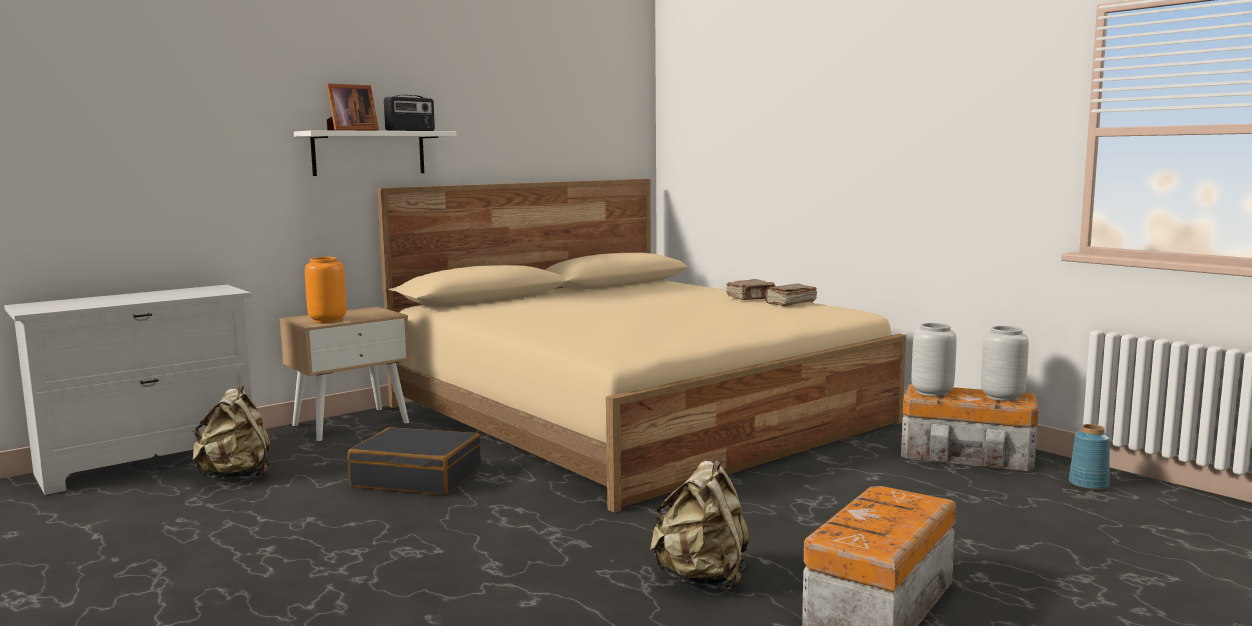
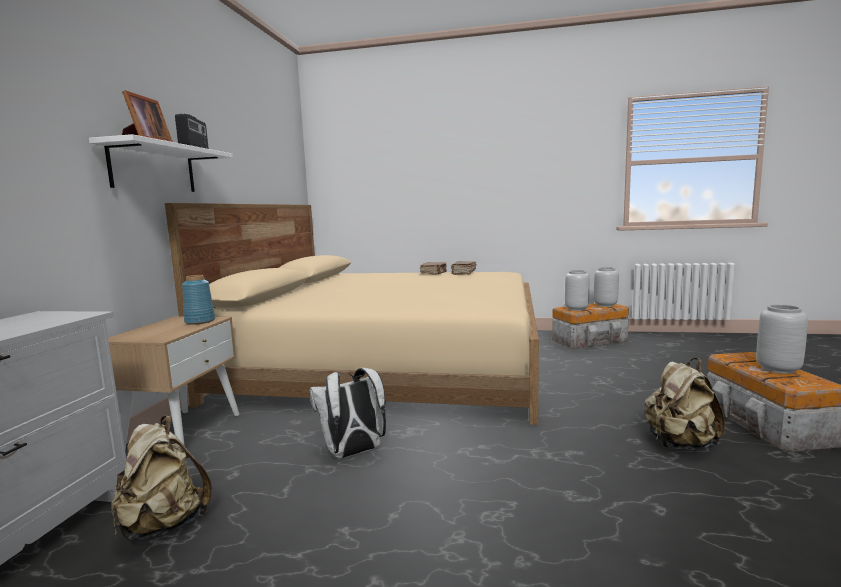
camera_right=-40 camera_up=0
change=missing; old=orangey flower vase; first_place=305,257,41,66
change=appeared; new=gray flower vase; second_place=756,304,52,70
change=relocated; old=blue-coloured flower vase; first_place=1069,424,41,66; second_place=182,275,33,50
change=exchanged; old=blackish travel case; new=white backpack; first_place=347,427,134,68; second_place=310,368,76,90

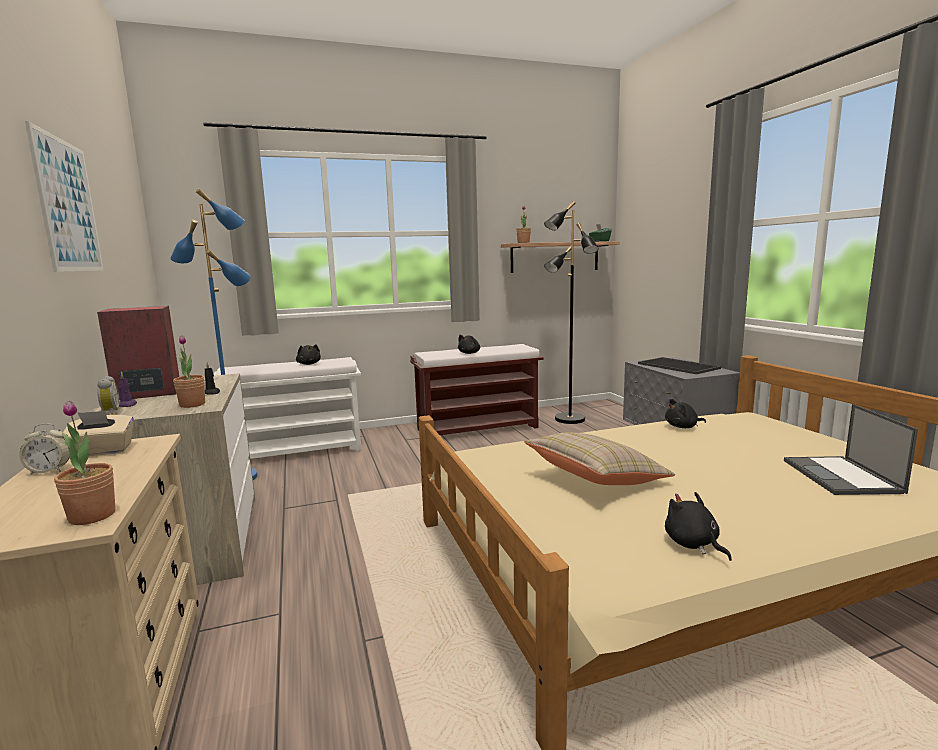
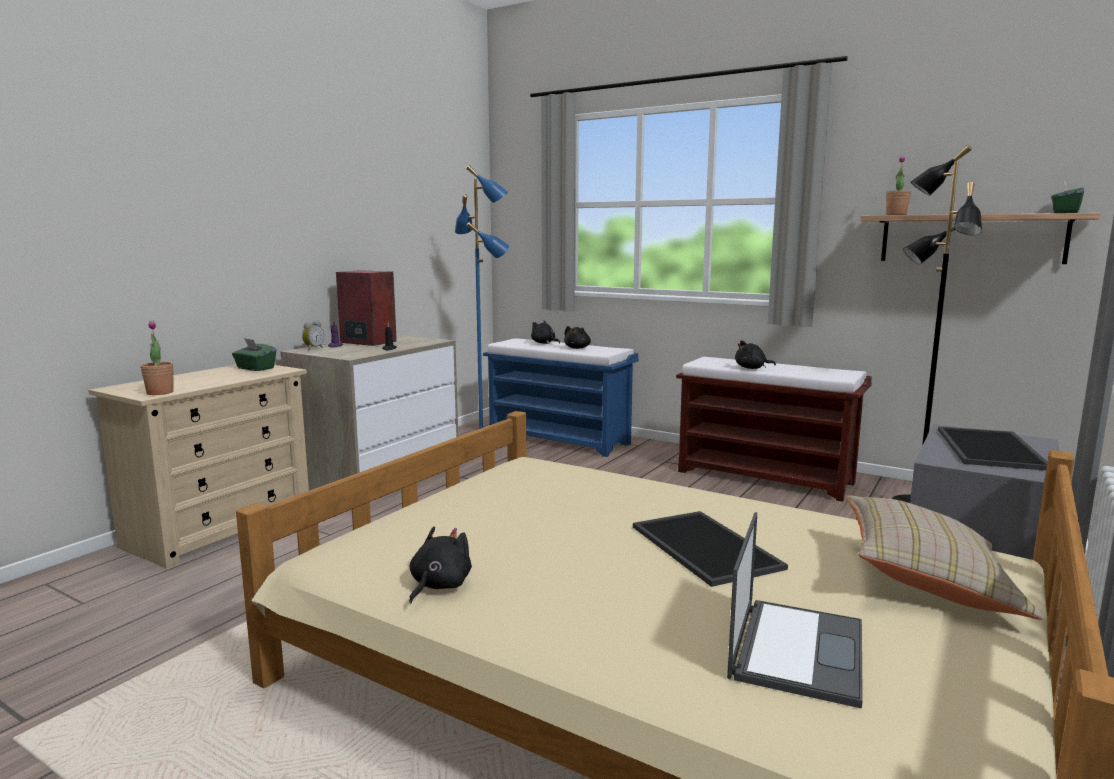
camera_right=50 camera_up=0
change=missing; old=table clock; first_place=19,423,51,52
change=missing; old=wall art; first_place=25,121,79,151
change=missing; old=houseplant; first_place=173,336,32,72
change=appeared; new=carrying tray; second_place=633,511,155,76
change=relocated; old=beige pillow; first_place=524,432,151,53; second_place=846,495,198,125
change=relocated; old=blackish plush toy; first_place=665,399,41,29; second_place=531,320,29,24
change=colour; old=beige tissue holder; new=green-coloured tissue holder; first_place=63,411,71,46; second_place=232,338,44,33
change=colour; old=white long seat; new=blue-coloured long seat; first_place=213,357,149,102; second_place=483,338,156,119
change=spun; old=notebook computer; first_place=784,404,134,91; second_place=727,512,136,197; degrees=150

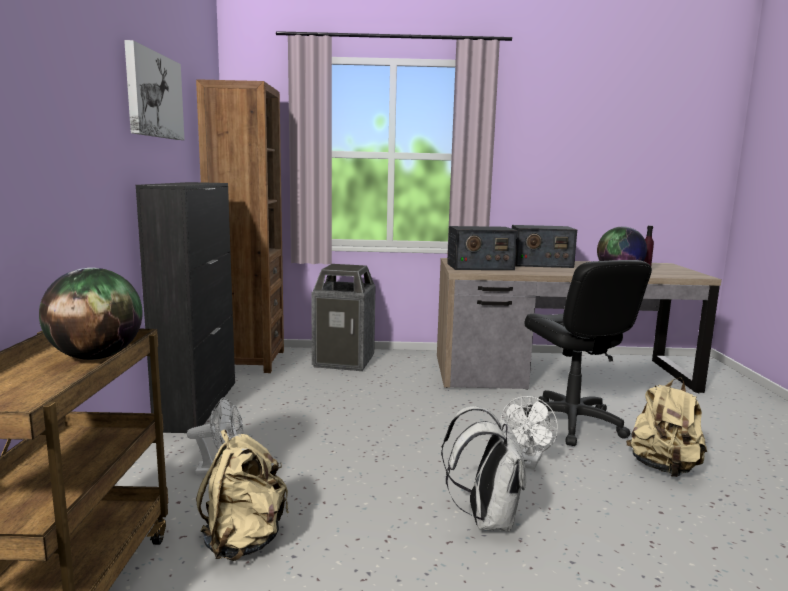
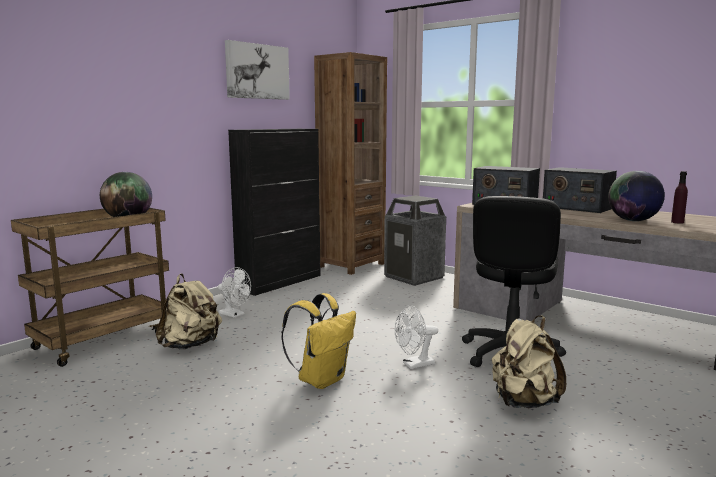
camera_right=40 camera_up=0
change=colour; old=white backpack; new=yellow-coloured backpack; first_place=441,406,85,126; second_place=281,293,75,96

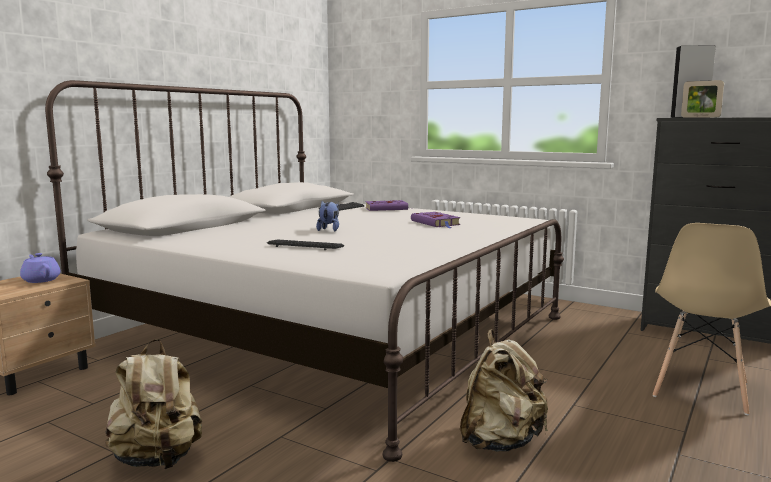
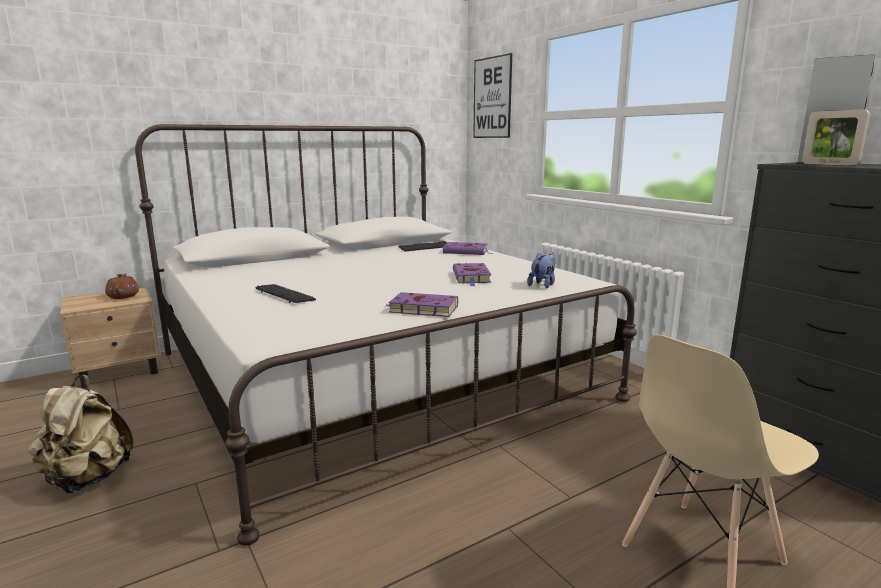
camera_right=25 camera_up=5
change=missing; old=beige backpack; first_place=460,329,88,123
change=appeared; new=purplish bound book; second_place=386,292,72,25
change=appeared; new=wall art; second_place=473,53,39,85
change=relocated; old=plush toy; first_place=316,201,23,30; second_place=527,253,29,35
change=colour; old=purplish pot for tea; new=brownish pot for tea; first_place=20,253,41,30; second_place=105,273,34,26

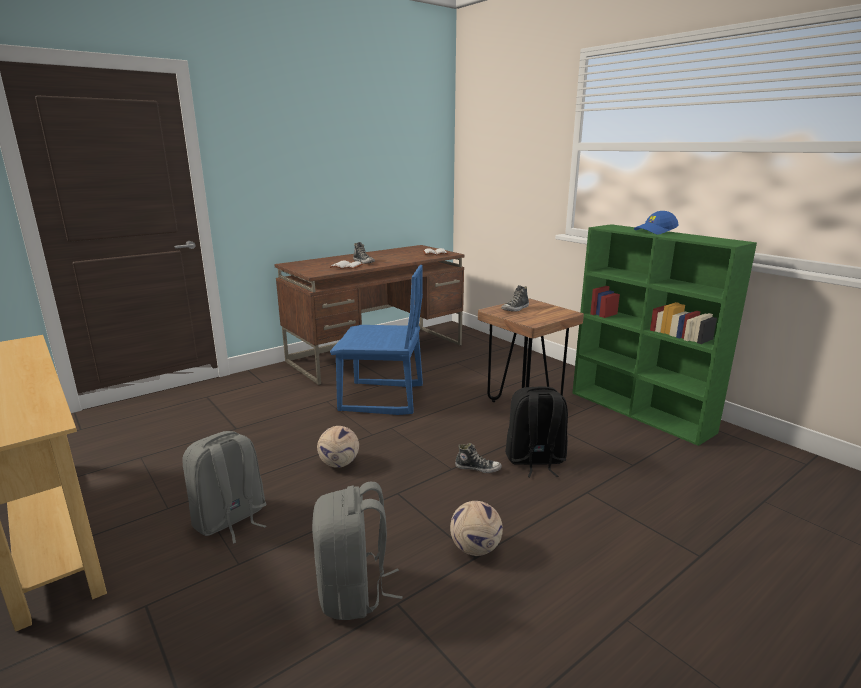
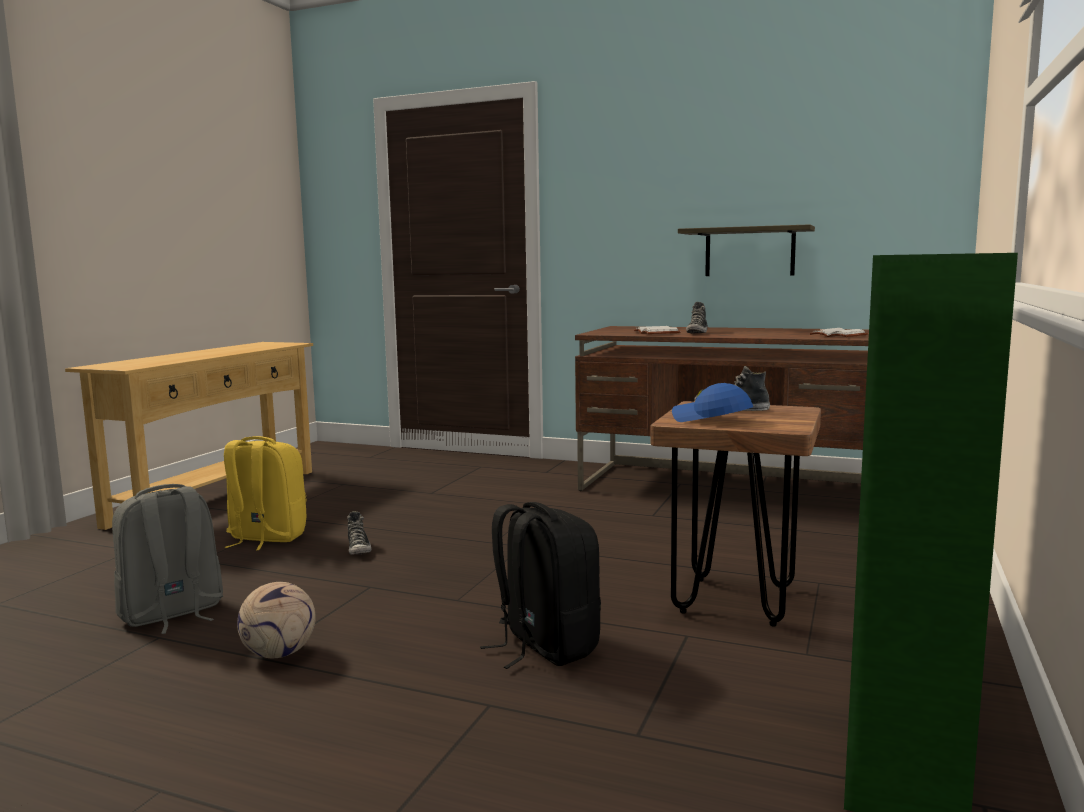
camera_right=60 camera_up=-10
change=missing; old=ball for football; first_place=317,426,42,42
change=missing; old=blue-coloured plain chair; first_place=330,265,93,150
change=appeared; new=shelf; second_place=678,224,137,52
change=relocated; old=low shoe; first_place=455,443,47,30; second_place=347,511,24,44
change=relocated; old=blue-coloured cap; first_place=634,211,45,24; second_place=672,383,81,39
change=colour; old=gray backpack; new=yellow-coloured backpack; first_place=182,431,84,113; second_place=224,436,82,114

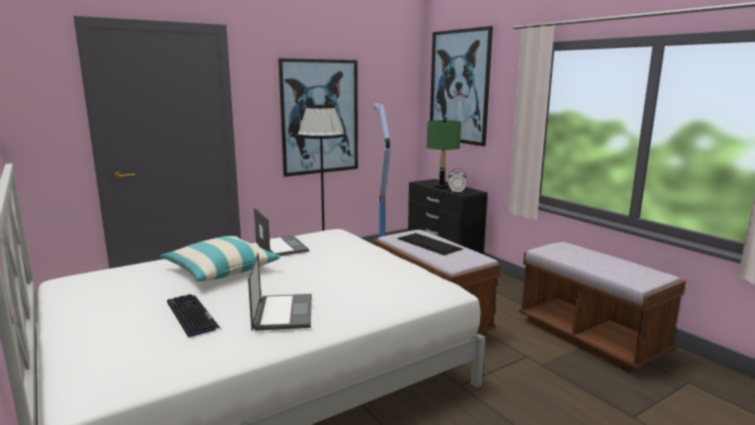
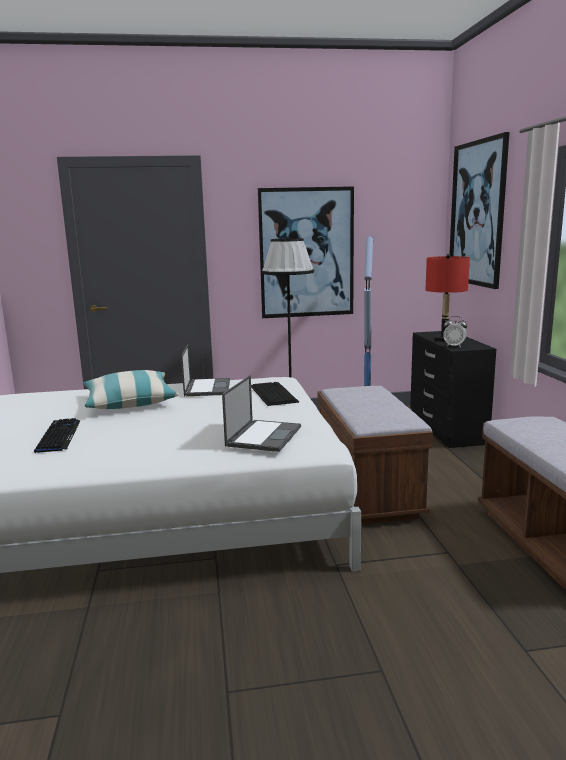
camera_right=25 camera_up=0
change=relocated; old=notebook computer; first_place=248,253,64,78; second_place=222,375,79,77
change=relocated; old=computer keyboard; first_place=397,233,66,22; second_place=251,382,48,24
change=colour; old=green-coloured table lamp; new=reddish table lamp; first_place=427,119,34,70; second_place=426,254,44,88

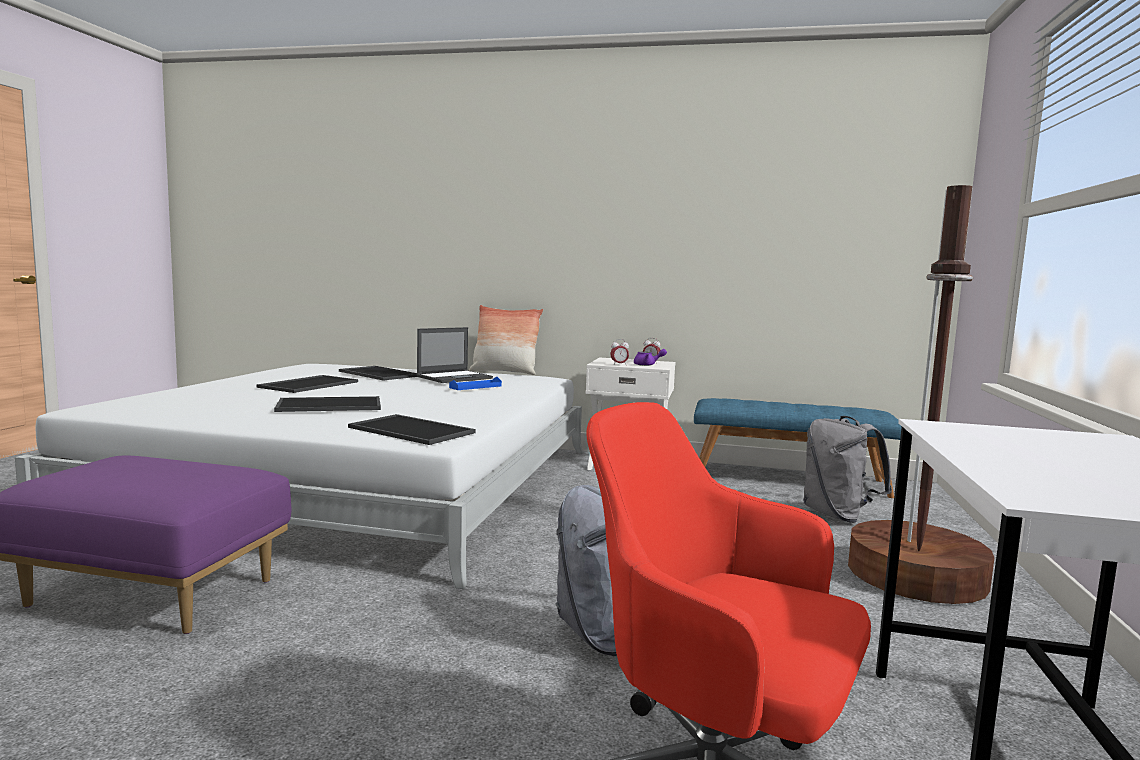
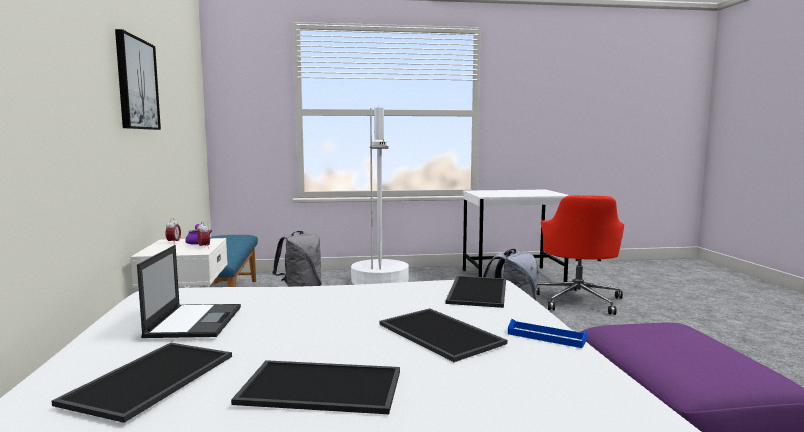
camera_right=-110 camera_up=0
change=missing; old=pillow; first_place=469,305,74,70
change=appeared; new=wall art; second_place=115,29,46,101
change=relocated; old=blue-coloured carrying tray; first_place=449,377,53,13; second_place=508,319,79,29
change=colour; old=brownish standard lamp; new=white standard lamp; first_place=848,185,146,419; second_place=351,108,58,177
change=spun; old=notebook computer; first_place=417,327,76,56; second_place=137,245,104,93; degrees=60

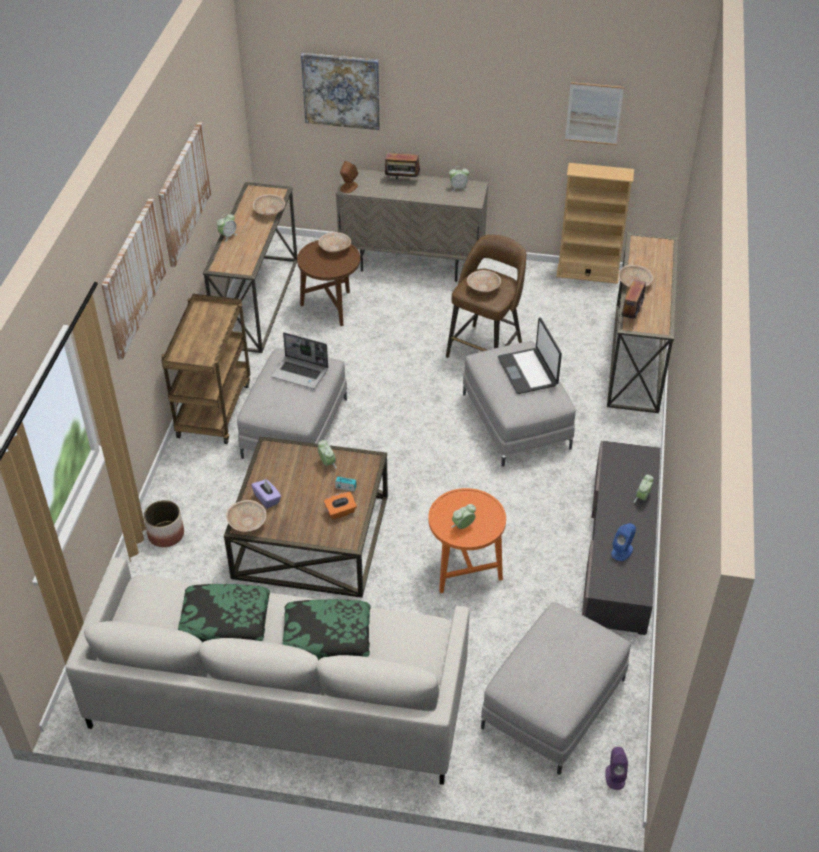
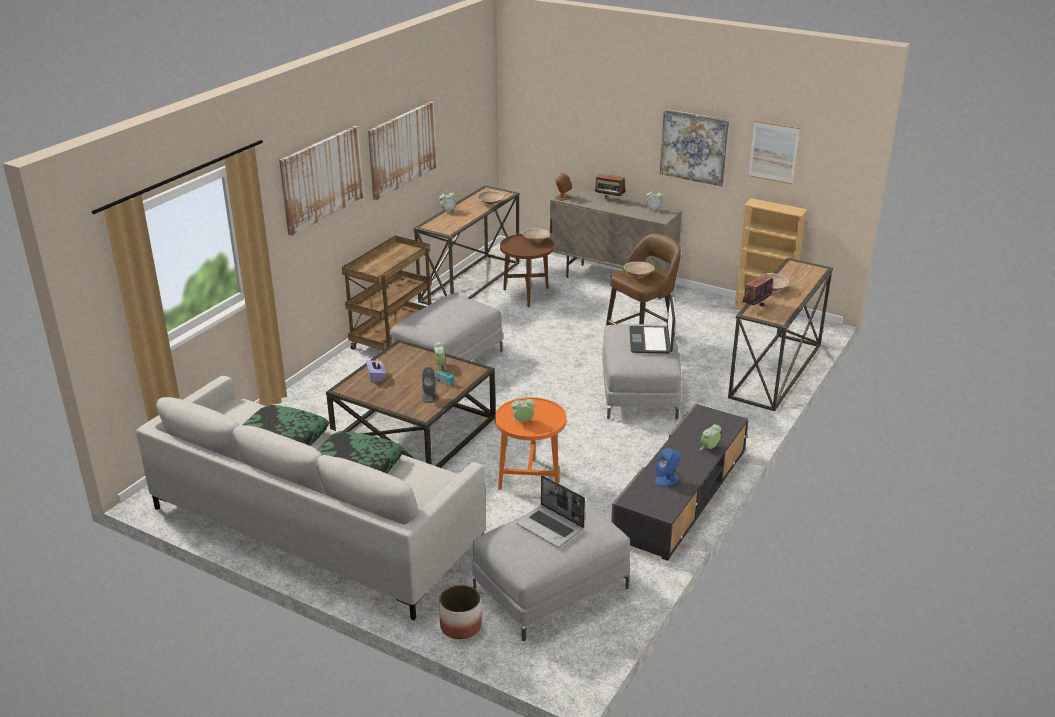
camera_right=20 camera_up=-15
change=missing; old=beige serving bowl; first_place=226,500,41,32
change=missing; old=purplish loudspeaker; first_place=605,747,23,43
change=relocated; old=planter; first_place=144,500,40,47; second_place=439,585,43,54
change=relocated; old=notebook computer; first_place=271,332,57,57; second_place=516,475,69,72
change=relocated; old=wall art; first_place=301,53,79,77; second_place=660,109,69,77
change=exchanged; old=orangey tissue holder; new=gray loudspeaker; first_place=324,492,33,28; second_place=422,367,16,36

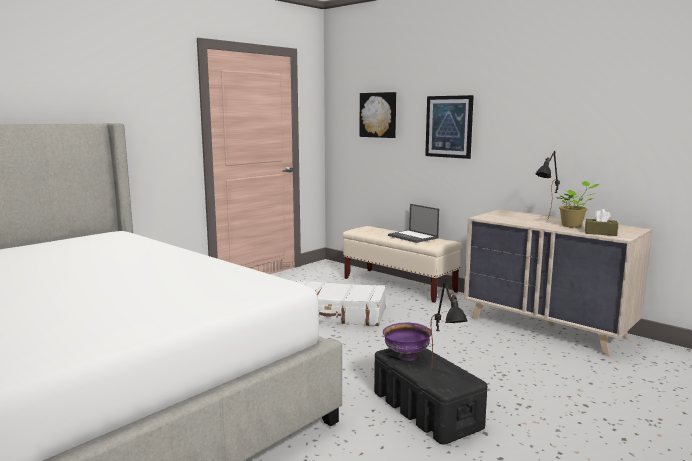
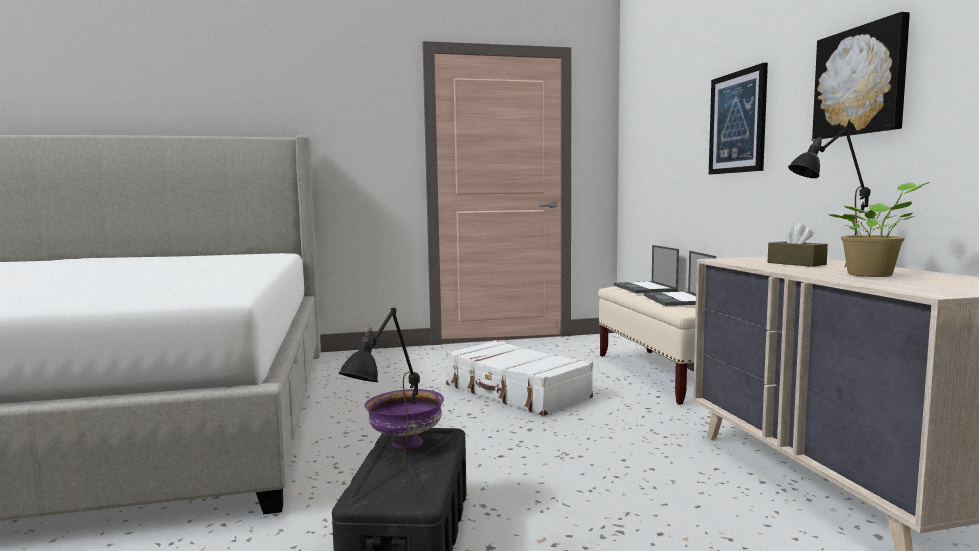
camera_right=35 camera_up=-5
change=appeared; new=notebook computer; second_place=614,245,65,48
change=relocated; old=wall art; first_place=360,92,36,46; second_place=812,12,98,127
change=relocated; old=brownish tissue holder; first_place=585,209,33,27; second_place=768,223,60,44

